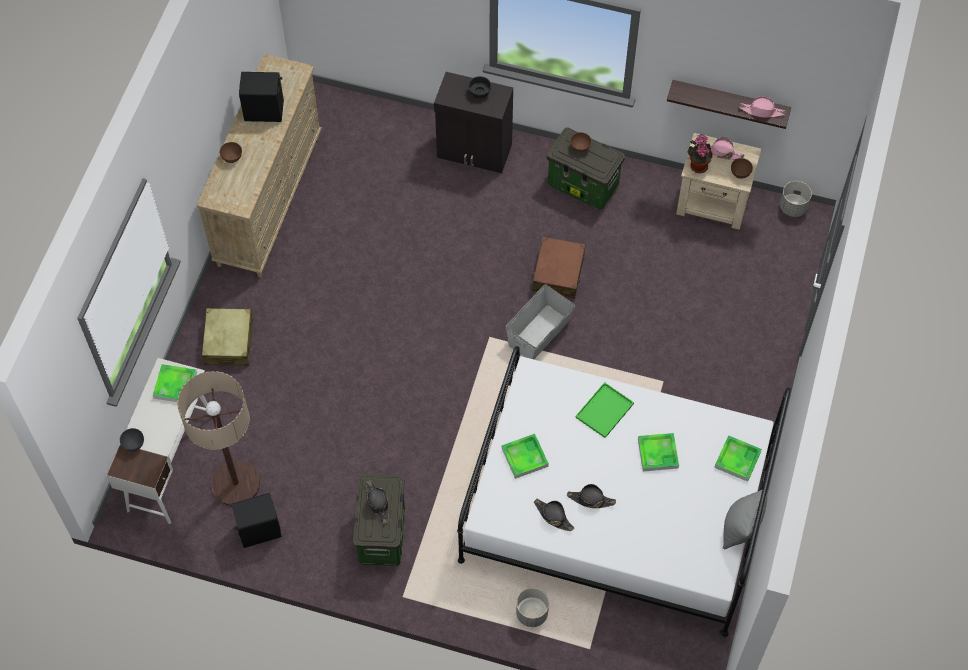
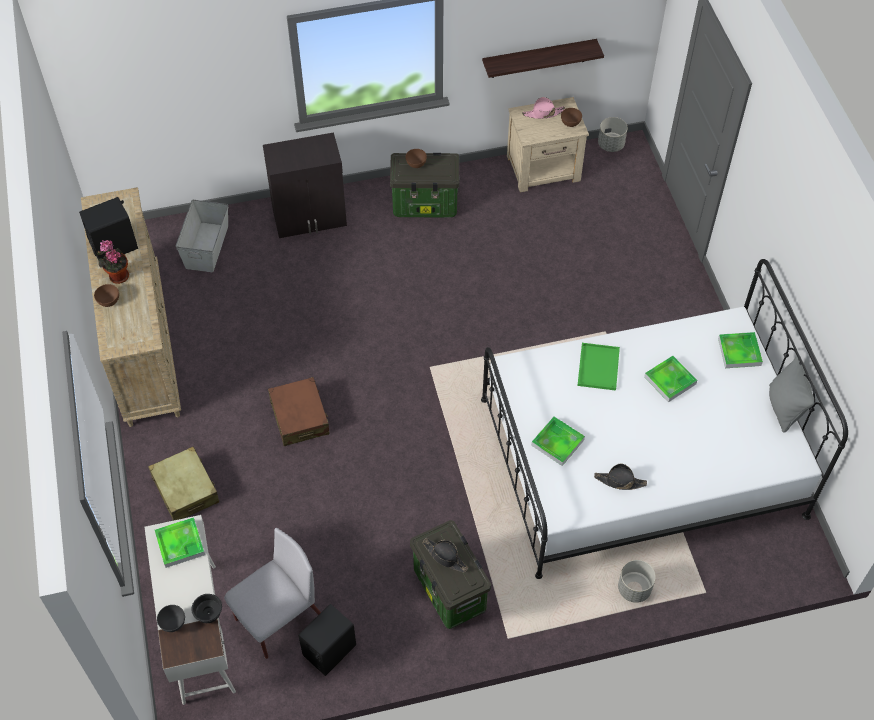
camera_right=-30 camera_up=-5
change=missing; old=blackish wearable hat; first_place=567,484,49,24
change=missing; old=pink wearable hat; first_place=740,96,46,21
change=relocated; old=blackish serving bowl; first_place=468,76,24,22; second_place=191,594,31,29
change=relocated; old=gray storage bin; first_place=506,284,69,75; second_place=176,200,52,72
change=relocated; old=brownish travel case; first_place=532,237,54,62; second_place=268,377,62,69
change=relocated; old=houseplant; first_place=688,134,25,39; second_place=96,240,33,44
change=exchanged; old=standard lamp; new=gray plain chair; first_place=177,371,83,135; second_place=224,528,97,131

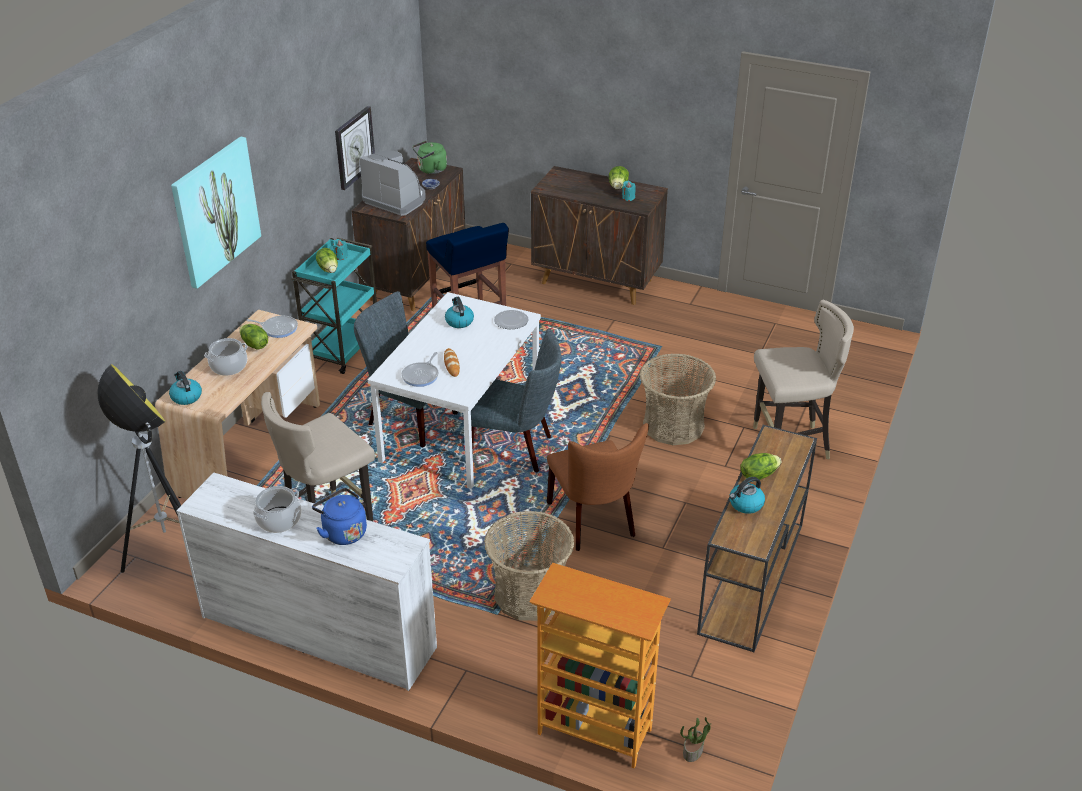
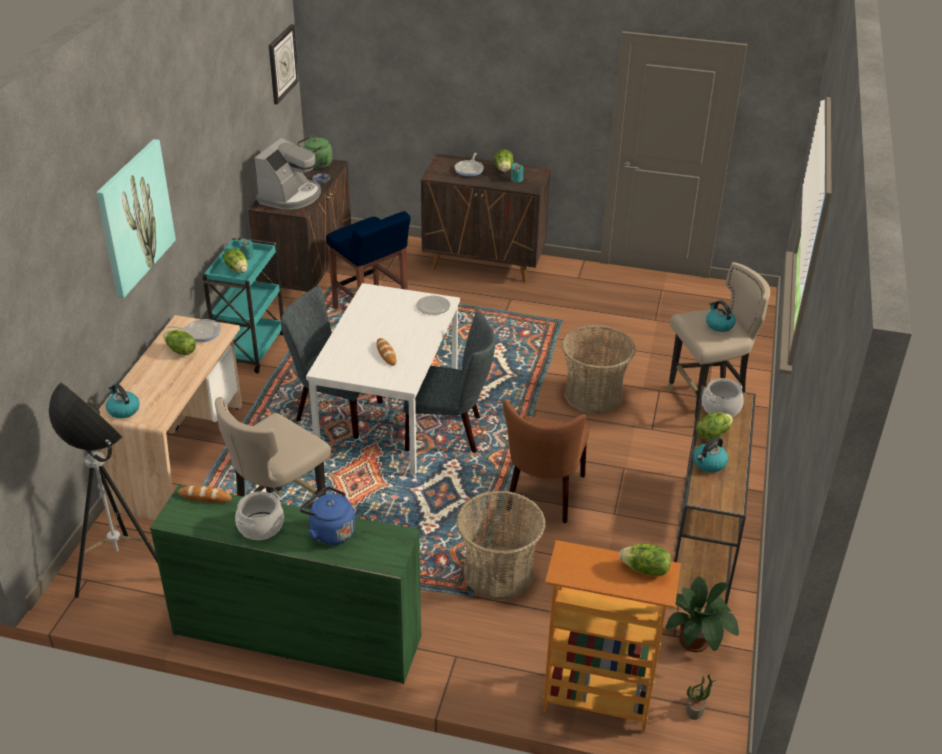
camera_right=-10 camera_up=0
change=appeared; new=bread; second_place=178,486,54,17
change=appeared; new=lettuce head; second_place=619,544,52,32
change=appeared; new=houseplant; second_place=666,577,73,75
change=relocated; old=cooking pot; first_place=204,338,44,38; second_place=702,378,42,39
change=relocated; old=hanging clock; first_place=335,106,40,84; second_place=269,24,30,81
change=relocated; old=skillet; first_place=402,352,37,35; second_place=455,153,29,23
change=relocated; old=water kettle; first_place=445,297,29,31; second_place=706,300,30,32
change=colour; old=white dresser; new=green-coloured dresser; first_place=176,473,261,218; second_place=150,485,271,199
change=spun; old=coffee maker; first_place=360,150,66,66; second_place=255,138,66,72; degrees=90
change=spun; old=brownish plain chair; first_place=547,423,102,128; second_place=503,400,87,123; degrees=45

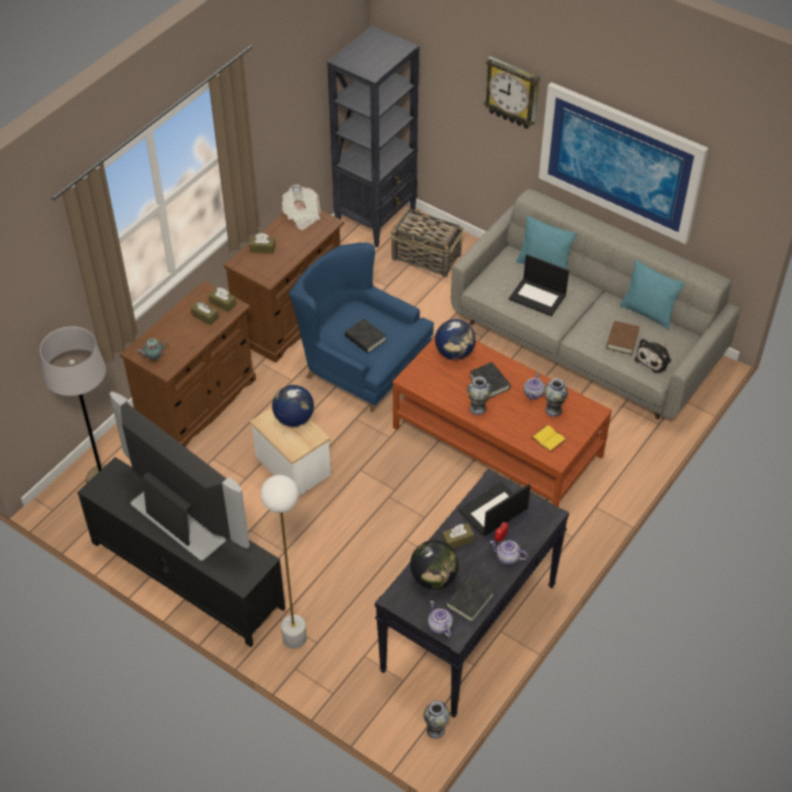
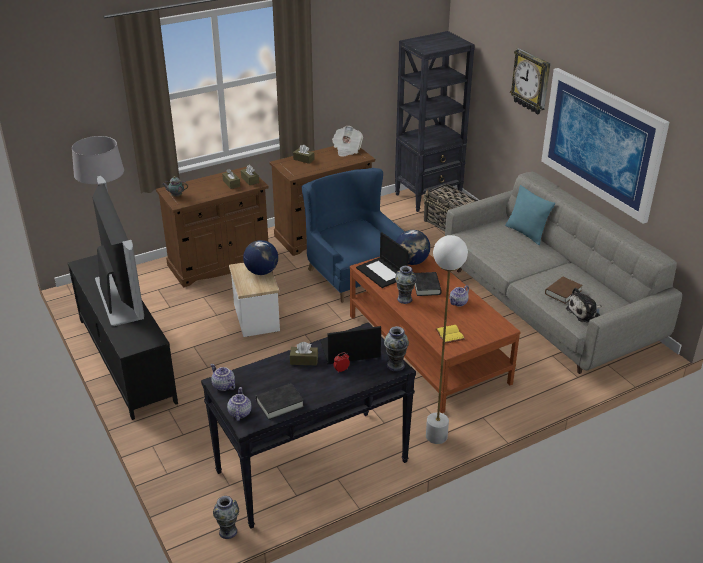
camera_right=25 camera_up=-15
change=missing; old=blackish bound book; first_place=345,318,41,35
change=missing; old=desk globe; first_place=410,540,49,49
change=missing; old=turquoise pillow; first_place=620,260,65,69
change=relocated; old=white standard lamp; first_place=260,475,47,174; second_place=426,235,42,209
change=relocated; old=pot for tea; first_place=490,540,38,25; second_place=211,364,24,27
change=relocated; old=notebook computer; first_place=509,254,60,62; second_place=356,232,52,56
change=relocated; old=flower vase; first_place=544,378,24,39; second_place=384,326,25,46

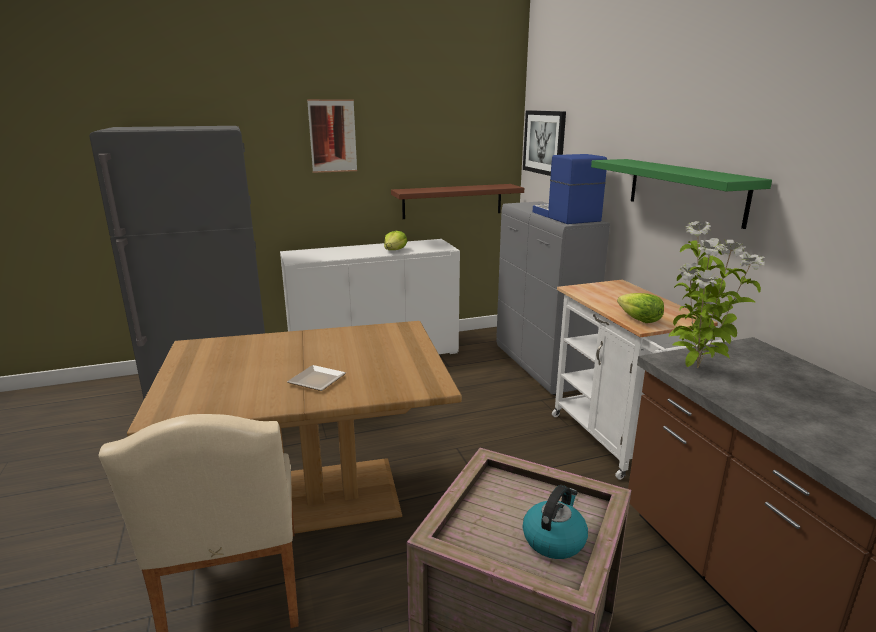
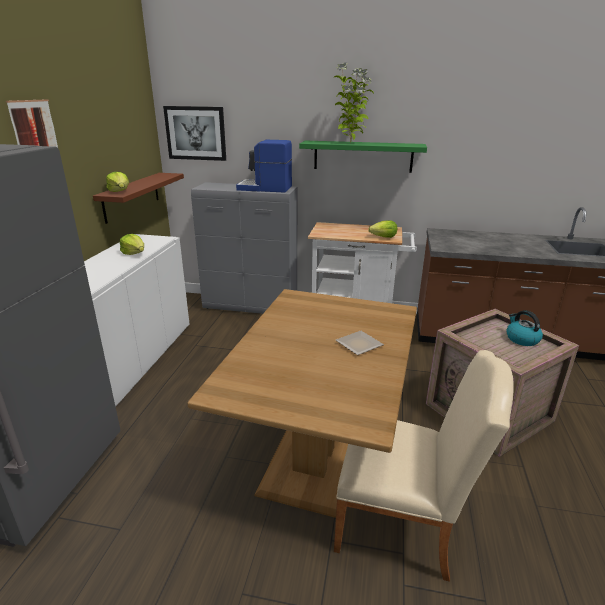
camera_right=-60 camera_up=5
change=appeared; new=lettuce head; second_place=106,172,23,20
change=relocated; old=houseplant; first_place=669,221,96,147; second_place=333,62,41,81

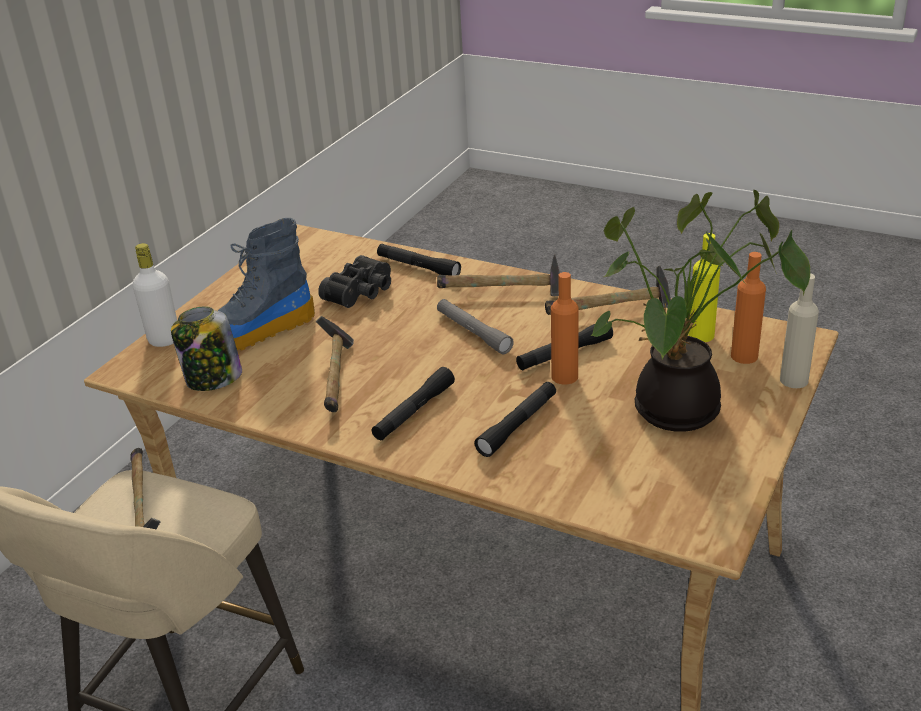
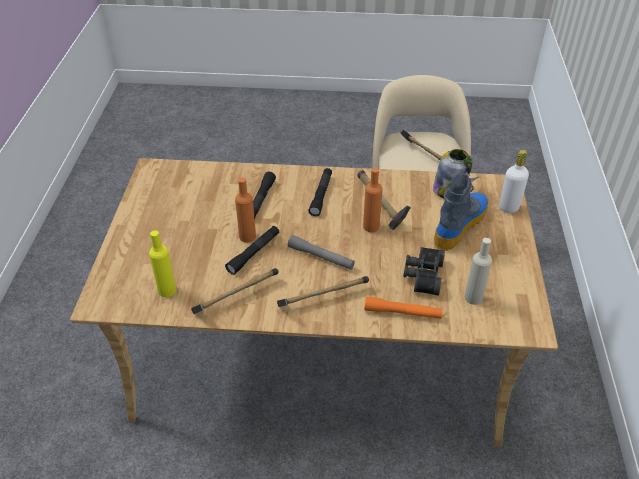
camera_right=155 camera_up=10
change=missing; old=houseplant; first_place=591,190,219,242
change=relocated; old=orangey beverage bottle; first_place=731,252,35,112; second_place=363,168,20,64
change=relocated; old=beige beverage bottle; first_place=780,273,39,115; second_place=465,238,27,67
change=colour; old=blackish flashlight; new=orangey flashlight; first_place=377,244,84,31; second_place=364,296,78,23

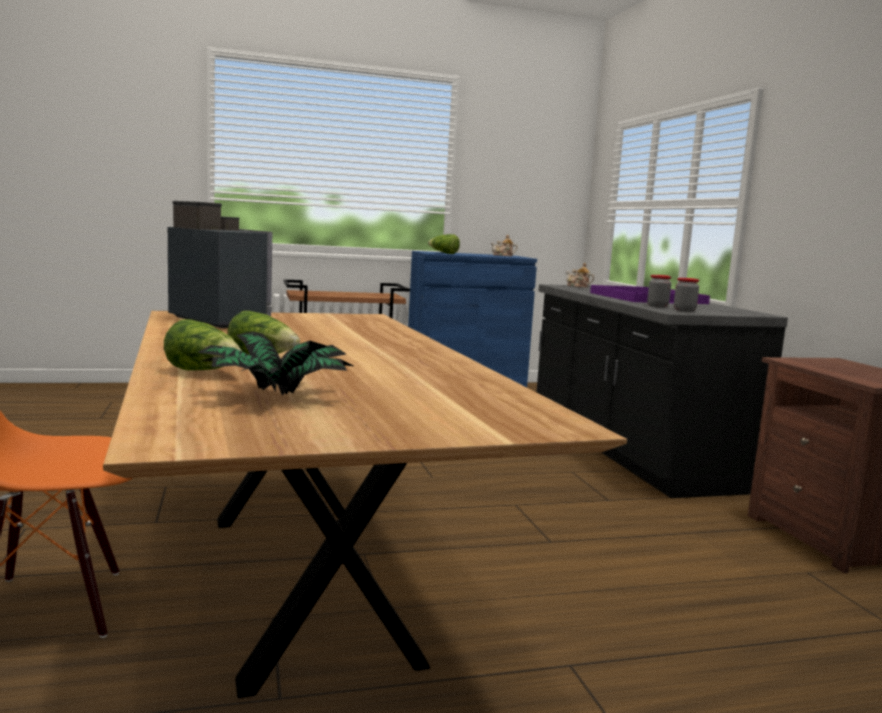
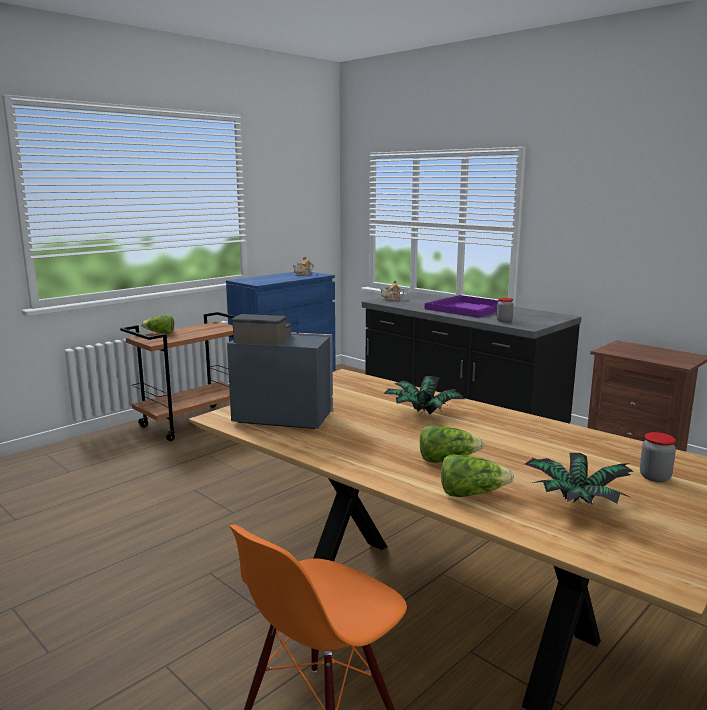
camera_right=-30 camera_up=5
change=appeared; new=houseplant; second_place=383,376,82,38
change=relocated; old=lettuce head; first_place=428,234,32,20; second_place=141,315,33,19
change=relocated; old=jar; first_place=674,278,25,34; second_place=640,432,36,50

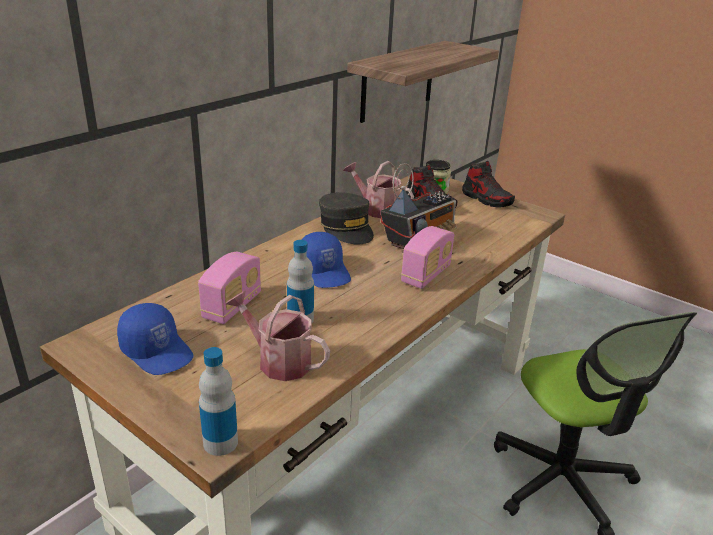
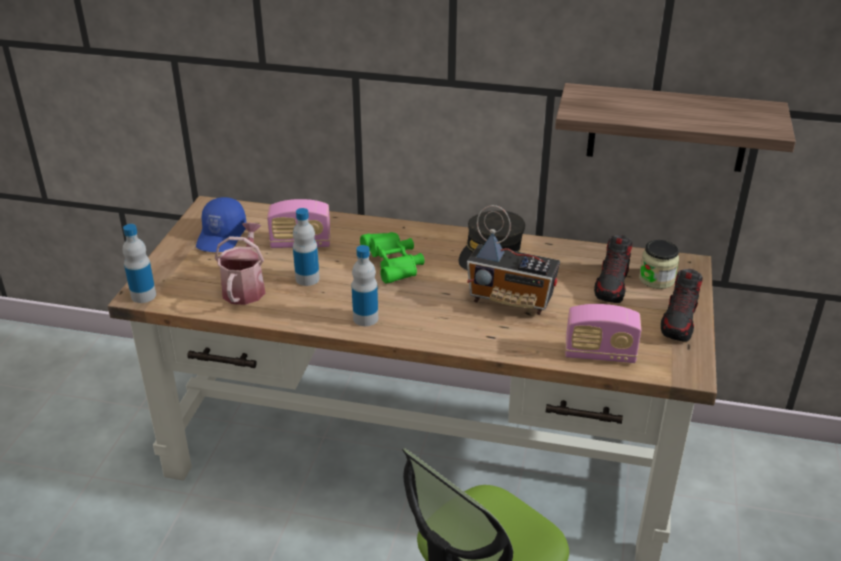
camera_right=65 camera_up=5
change=missing; old=watering pot; first_place=343,161,71,57
change=appeared; new=beverage bottle; second_place=352,245,26,81
change=relocated; old=radio; first_place=401,226,53,63; second_place=565,304,76,59
change=exchanged; old=blue-coloured cap; new=green-coloured pair of binoculars; first_place=302,232,49,56; second_place=360,232,65,52

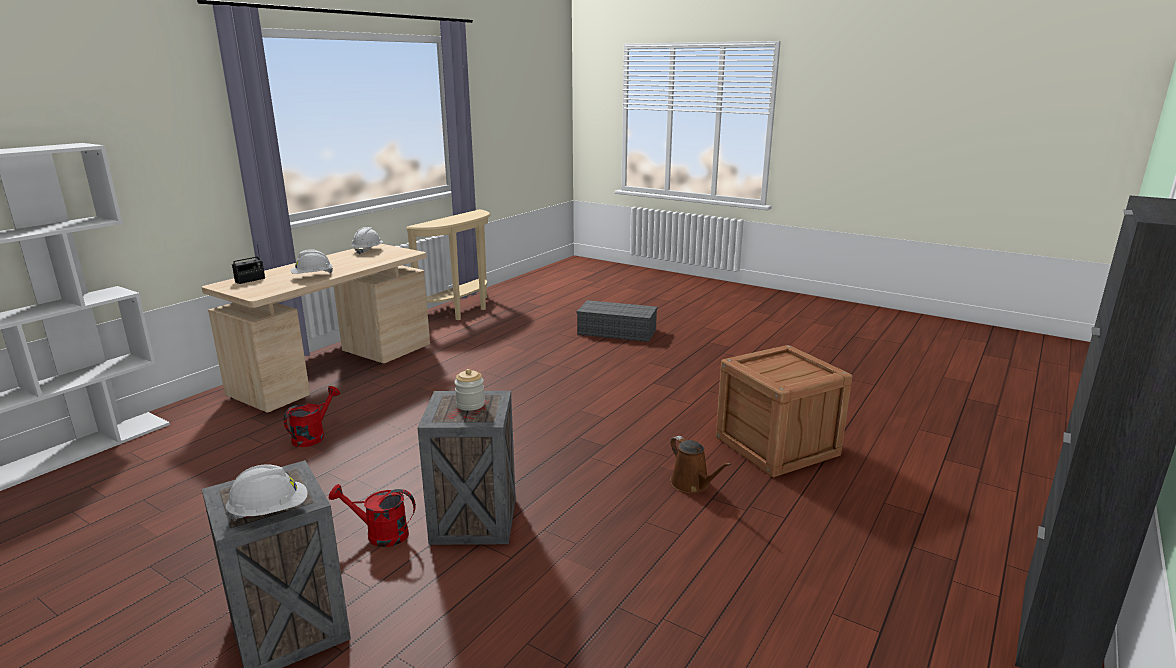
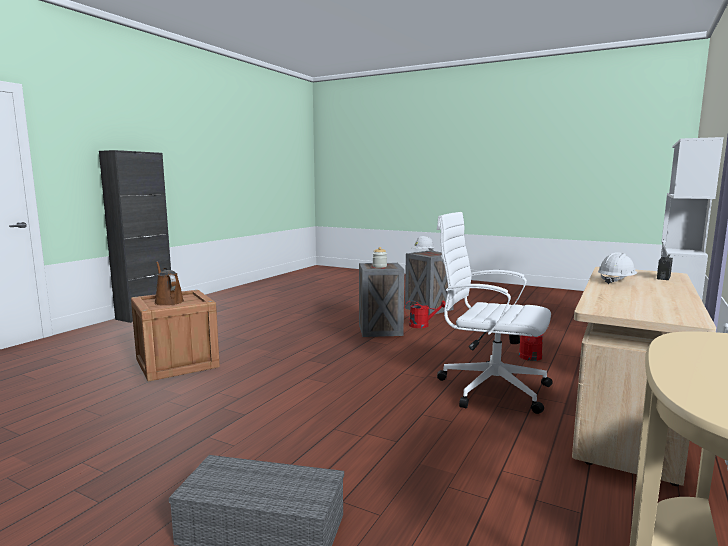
camera_right=175 camera_up=-10
change=missing; old=white safety helmet; first_place=352,227,32,28
change=appeared; new=white computer chair; second_place=437,212,116,202
change=relocated; old=brownish watering pot; first_place=670,436,61,58; second_place=154,261,30,44

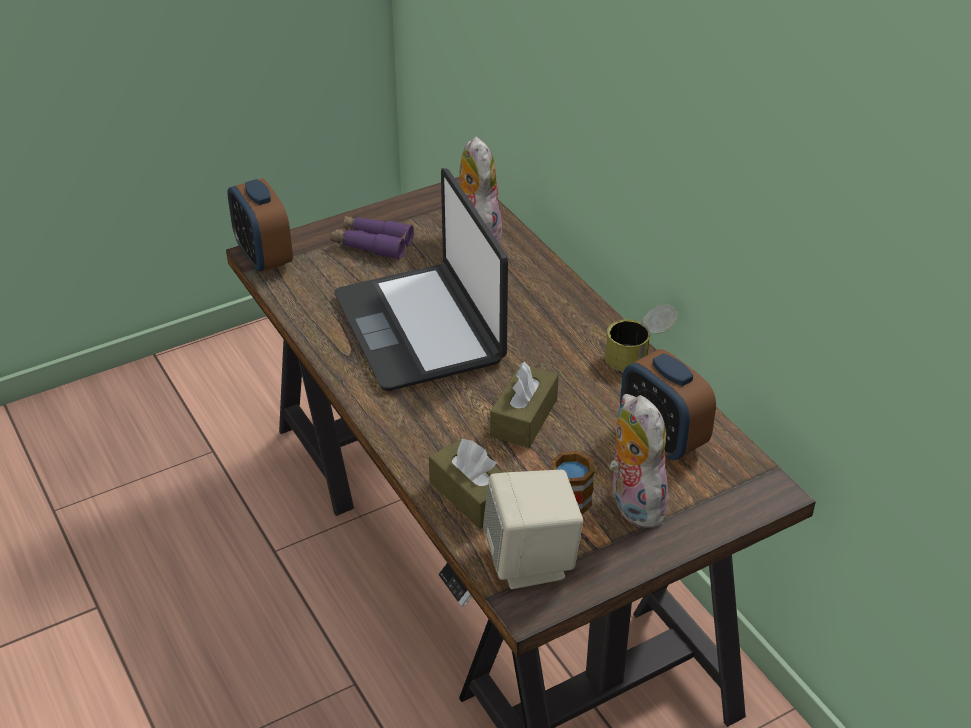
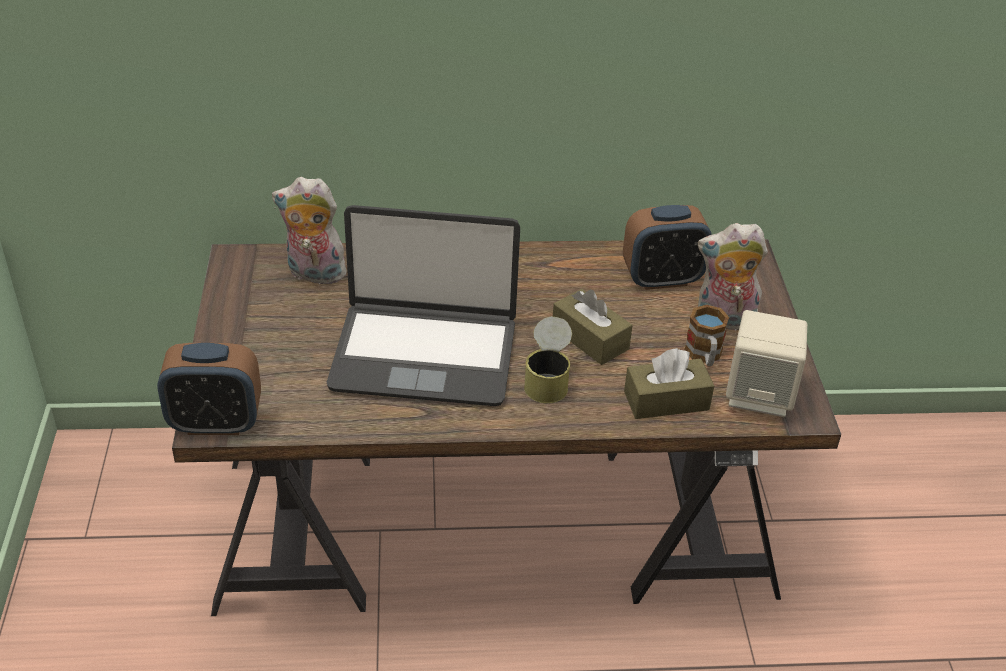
camera_right=-65 camera_up=0
change=missing; old=purplish pair of binoculars; first_place=330,216,84,44
change=relocated; old=can; first_place=605,305,73,67; second_place=524,316,48,88

